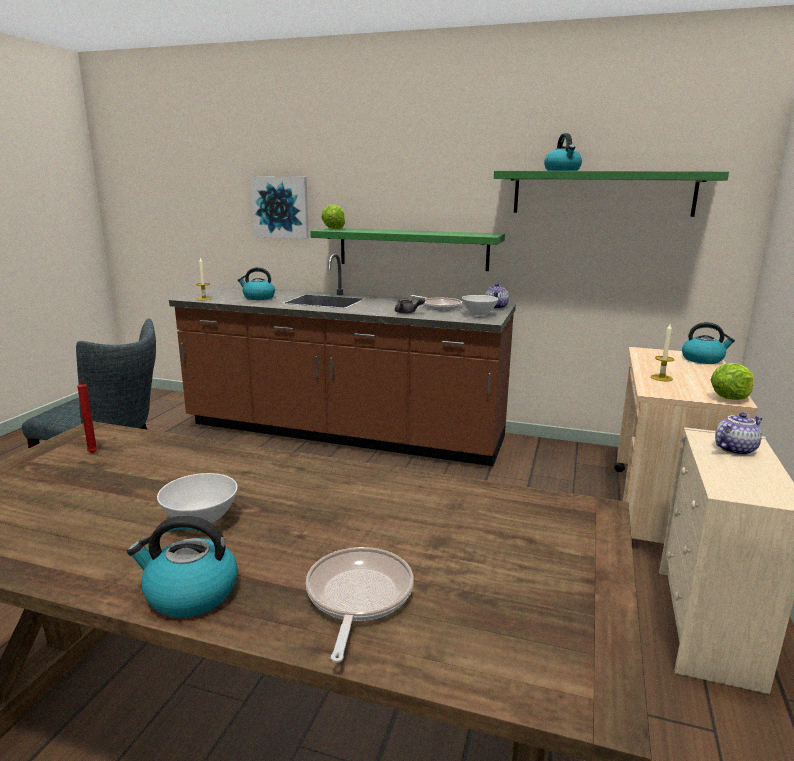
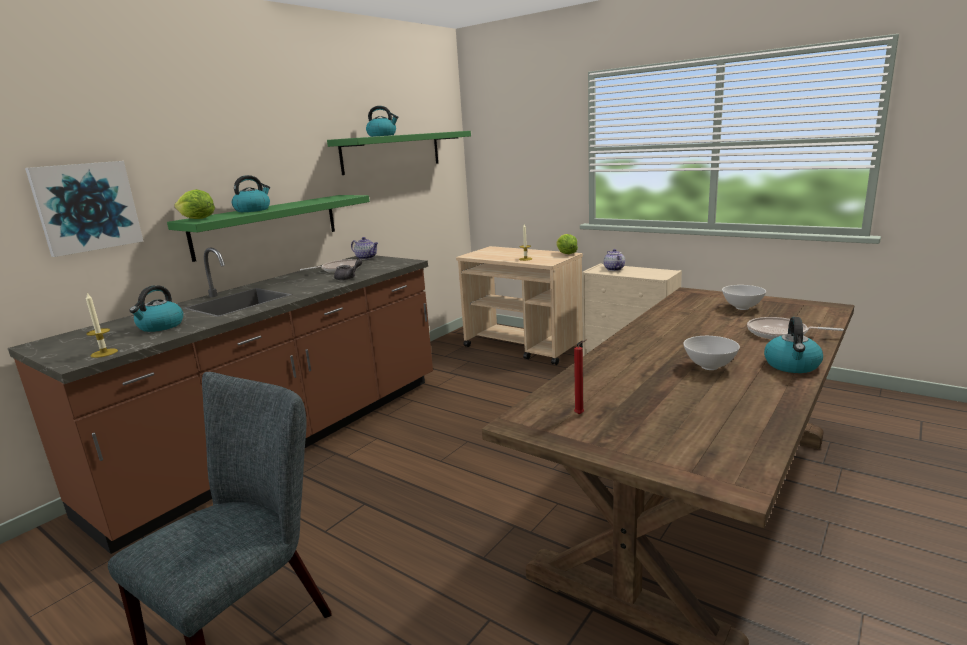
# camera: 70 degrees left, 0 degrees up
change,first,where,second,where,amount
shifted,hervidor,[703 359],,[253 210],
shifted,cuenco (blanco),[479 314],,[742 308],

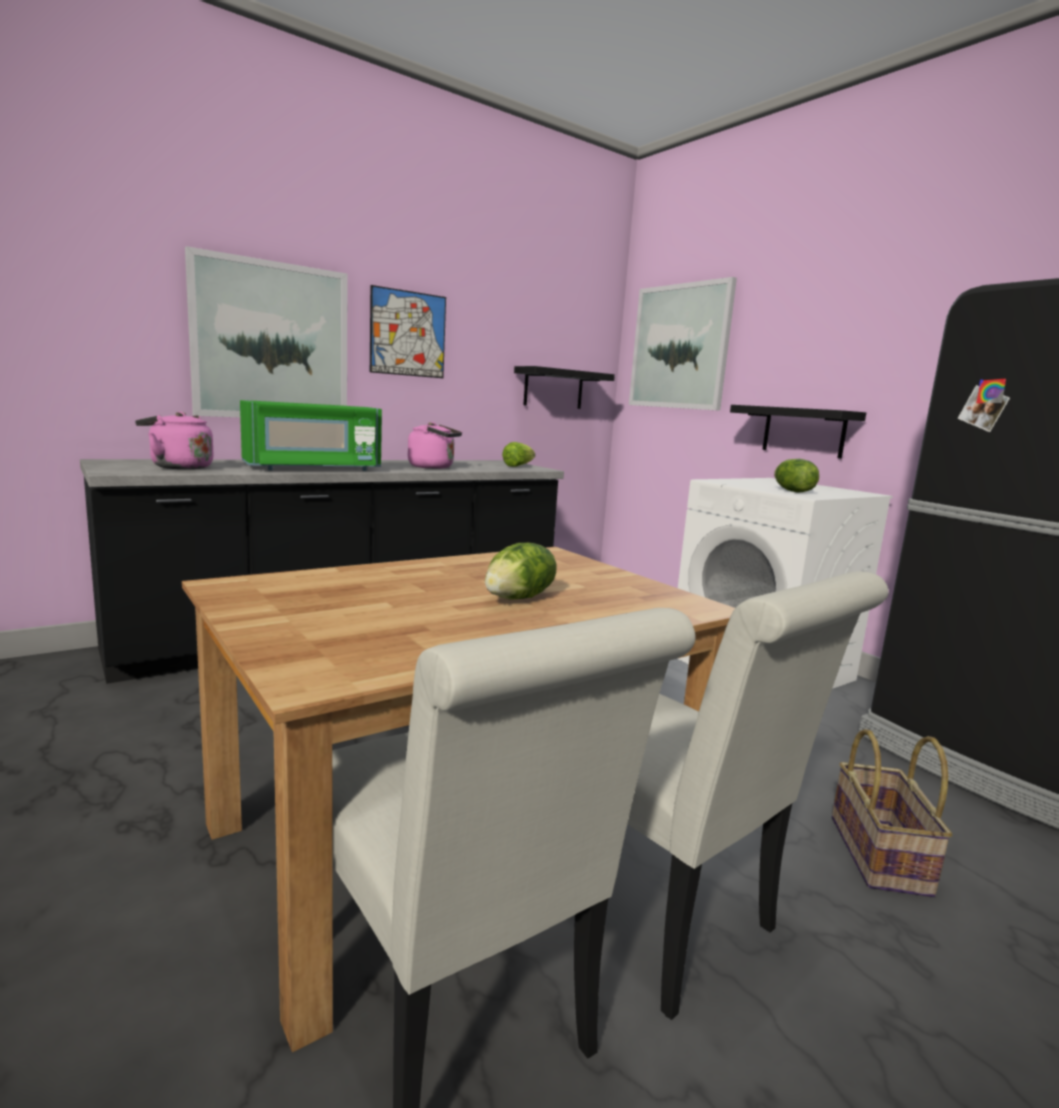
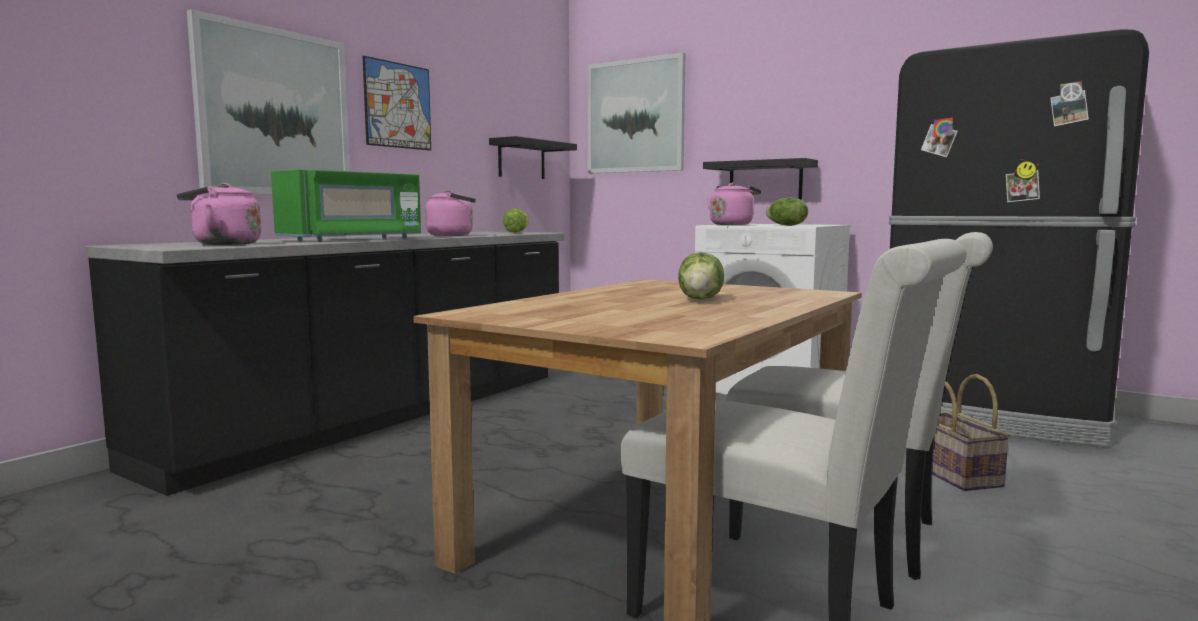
# camera: 20 degrees left, 5 degrees down
change,first,where,second,where,amount
new,,,hervidor (rosa),[732 224],

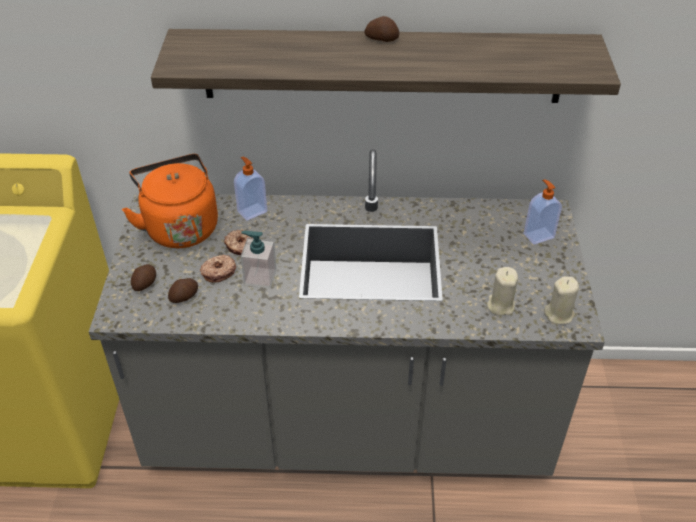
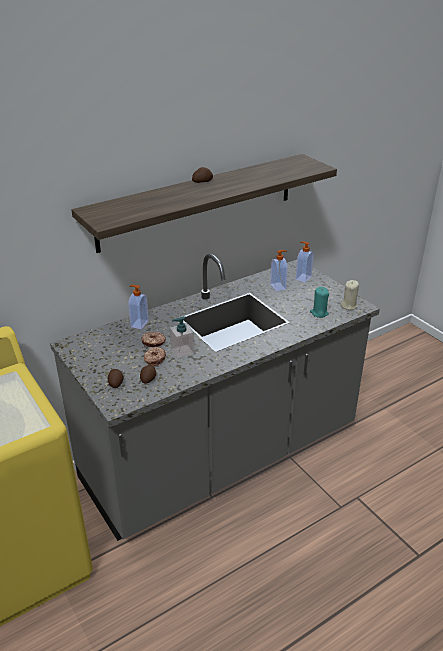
# camera: 35 degrees left, 10 degrees down
change,first,where,second,where,amount
new,,,dispensador de jabón,[278 286],
repainted,vela (beis),[500 305],vela (turquesa),[319 313],
gone,hervidor (naranja),[180 226],,,

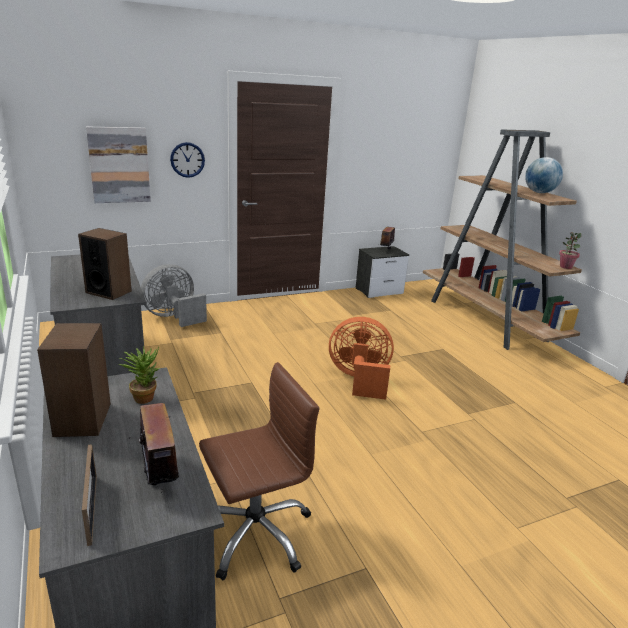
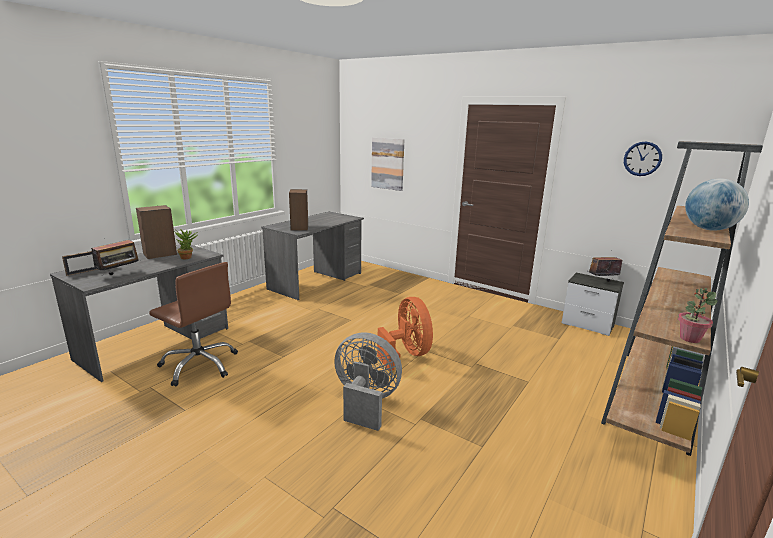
# camera: 60 degrees right, 5 degrees down
change,first,where,second,where,amount
shifted,ventilador (gris),[174 317],,[365 402],
shifted,reloj de pared,[187 160],,[642 159],

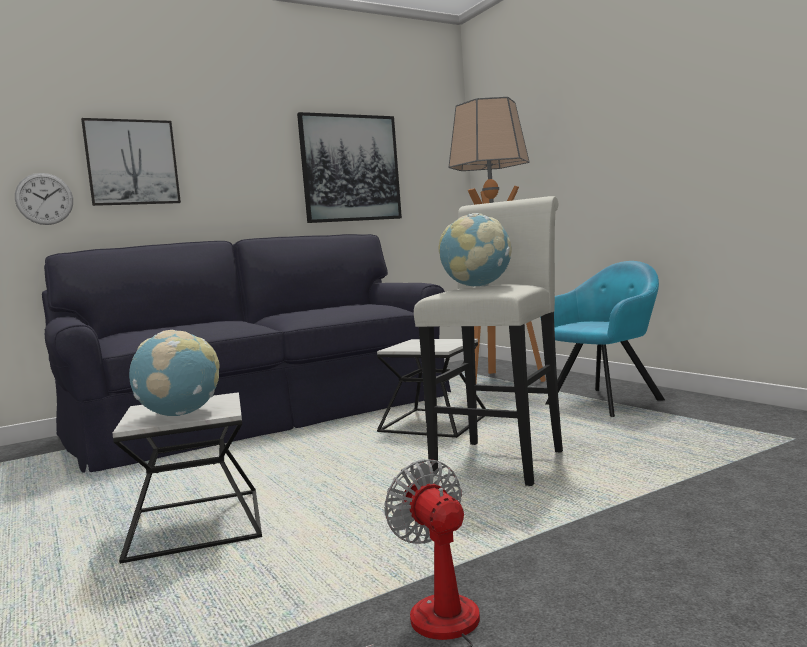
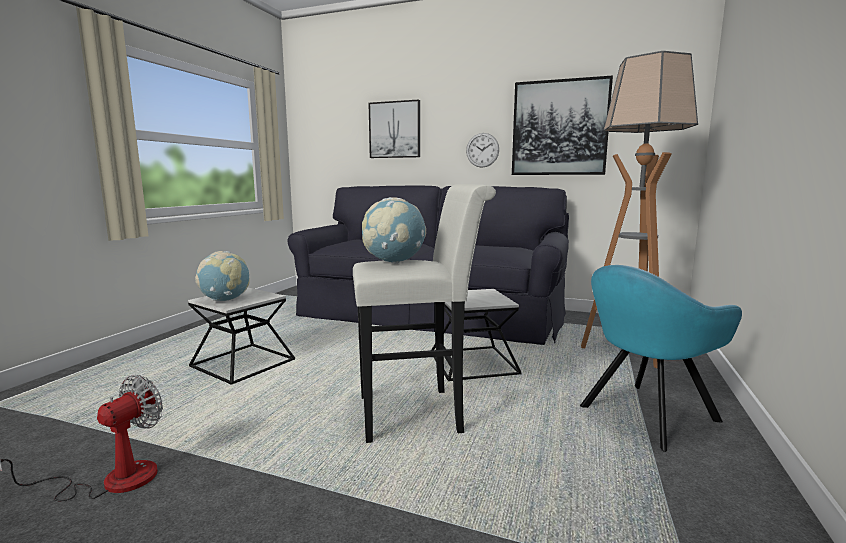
# camera: 50 degrees right, 5 degrees up
change,first,where,second,where,amount
shifted,reloj de pared,[44 199],,[482 150],
rotated,sillón (turquesa),[607 401],,[644 415],135 degrees clockwise

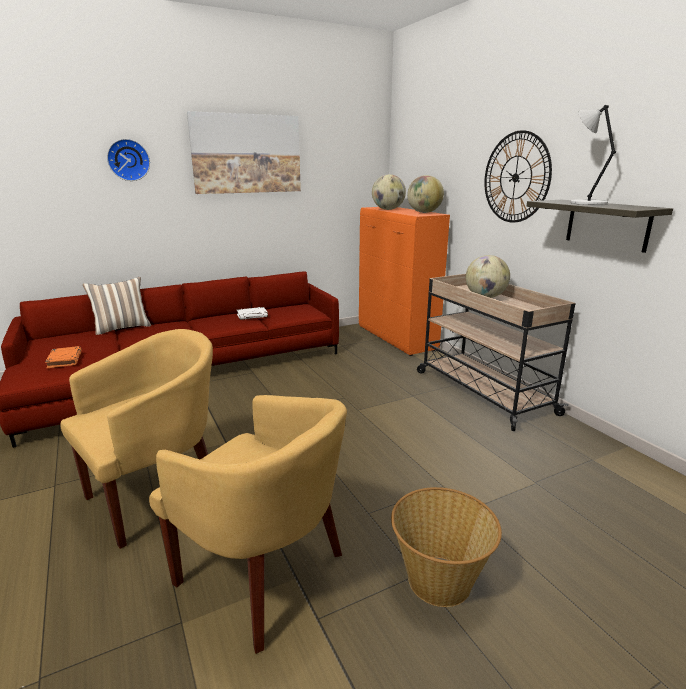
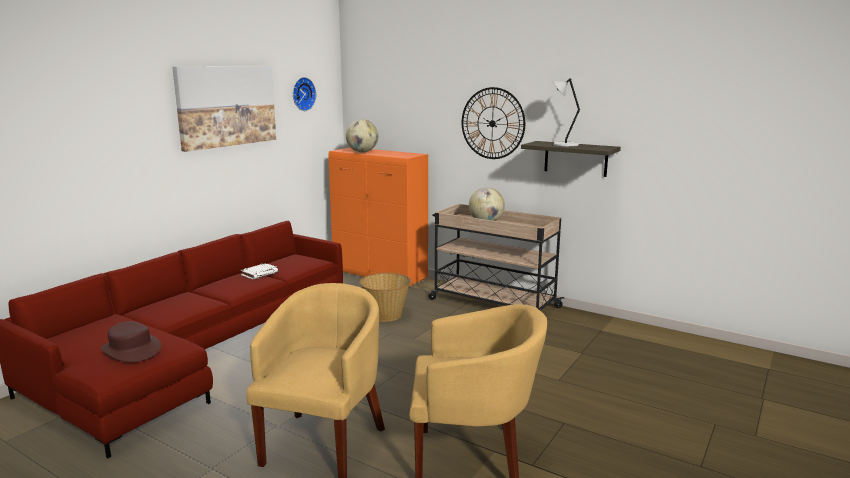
# camera: 30 degrees left, 5 degrees down
change,first,where,second,where,amount
swapped,libro (naranja),[64 360],sombrero (marrón),[131 350],
shifted,reloj de pared,[128 160],,[302 94],
shifted,cesta,[439 579],,[386 315],
gone,cojín,[122 328],,,
gone,globo terráqueo,[424 212],,,

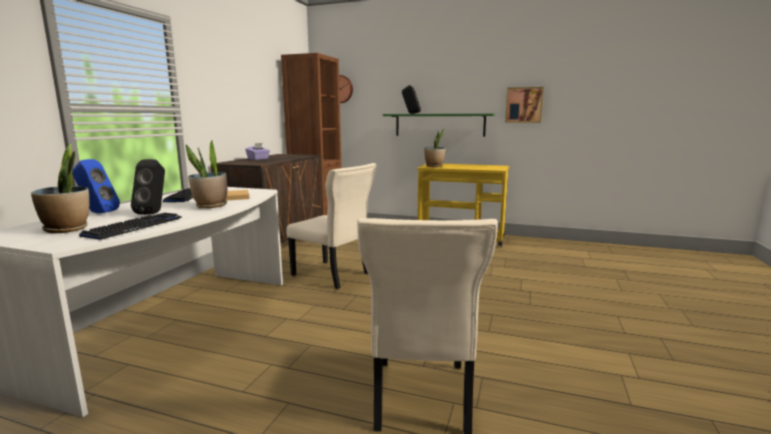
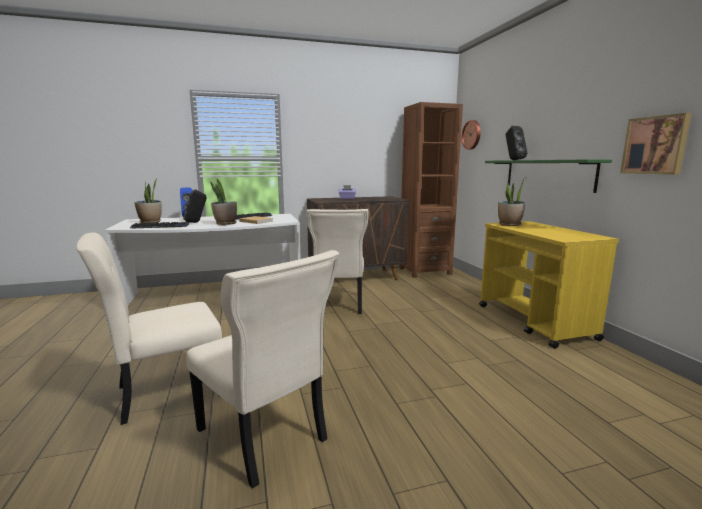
# camera: 55 degrees right, 0 degrees up
change,first,where,second,where,amount
new,,,silla (beis),[264 437],

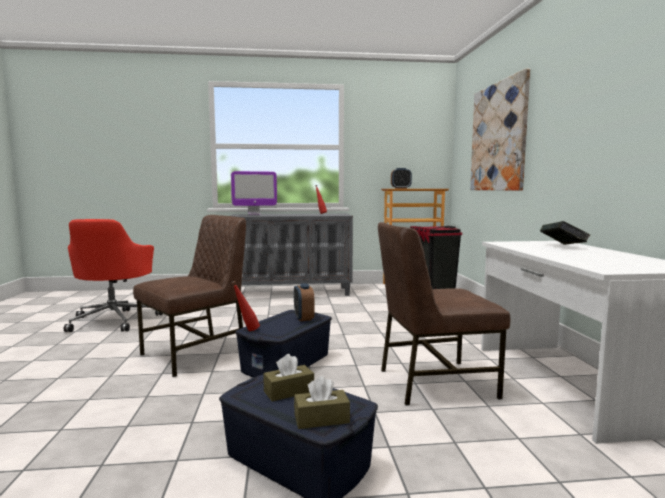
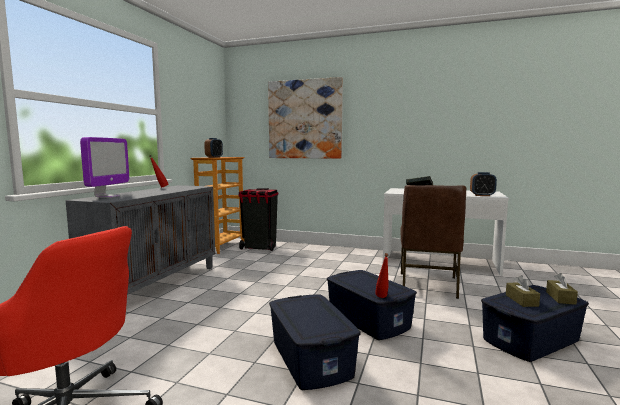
# camera: 65 degrees left, 0 degrees up
change,first,where,second,where,amount
swapped,silla (marrón),[196 353],caja de almacenaje (azul),[311 358],
shifted,despertador,[303 318],,[482 195],

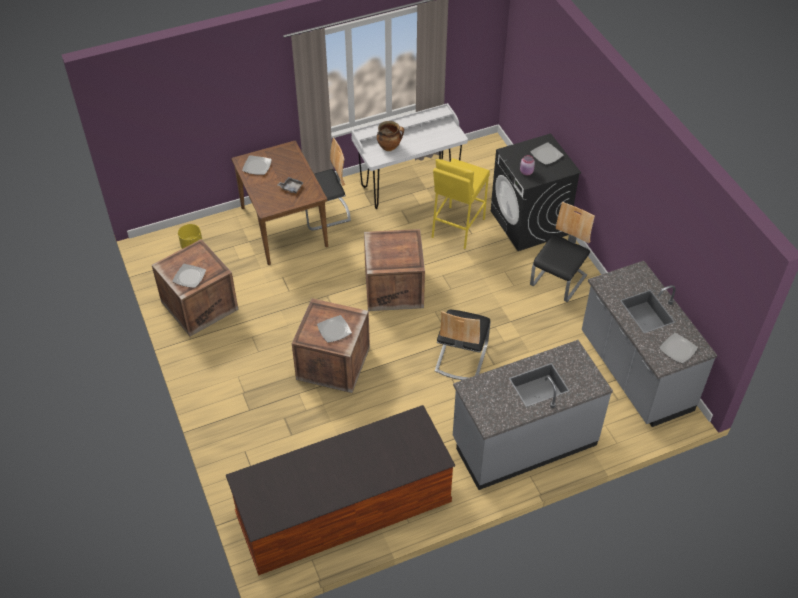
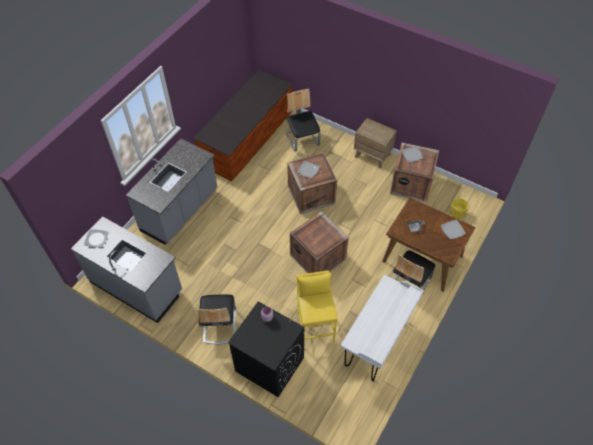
# camera: 145 degrees right, 5 degrees up
change,first,where,second,where,amount
shifted,silla,[461 357],,[302 139],
new,,,mesita de noche (marrón),[373 155],
gone,olla,[389 147],,,
gone,plato,[546 154],,,

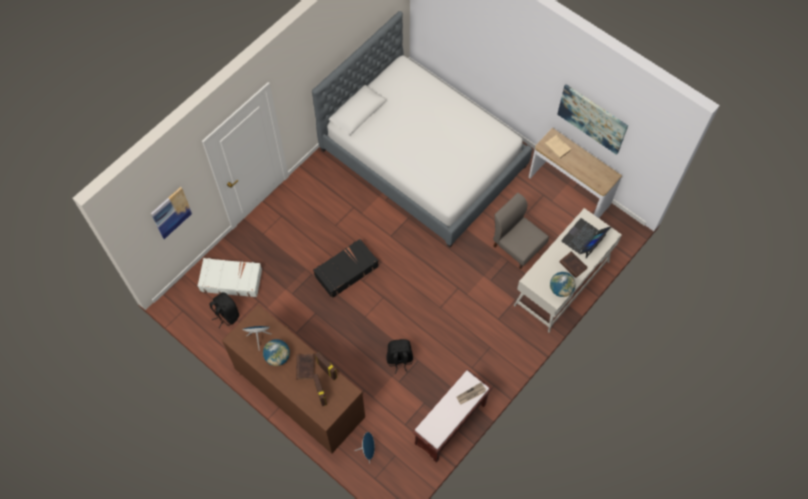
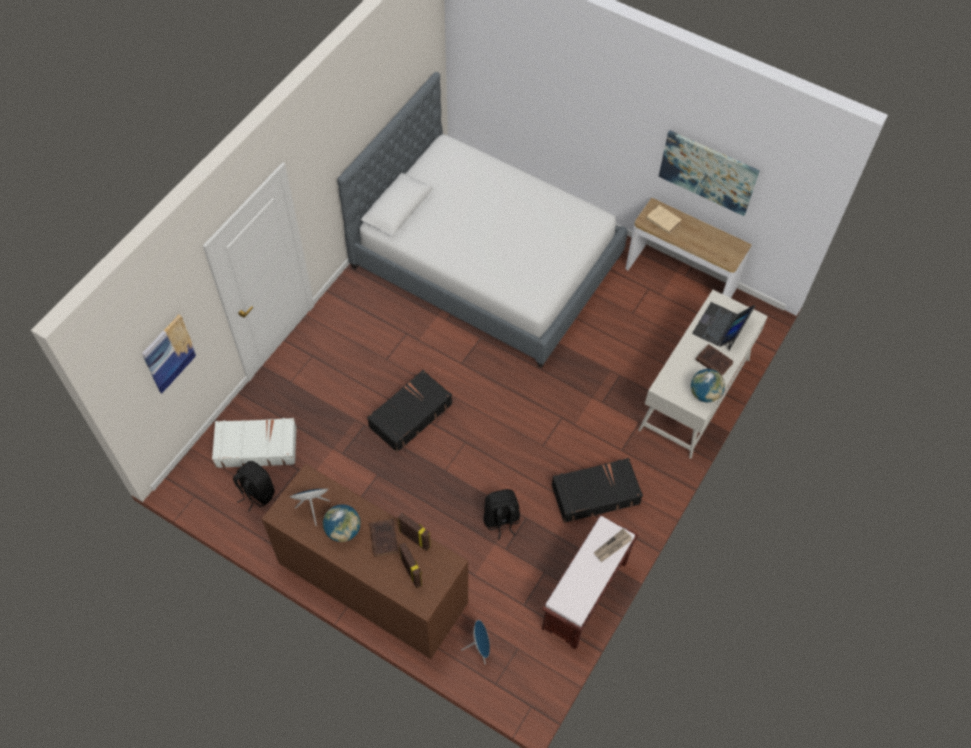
# camera: 10 degrees left, 5 degrees down
change,first,where,second,where,amount
new,,,maleta (negro),[595 494],
gone,silla (gris),[517 246],,,

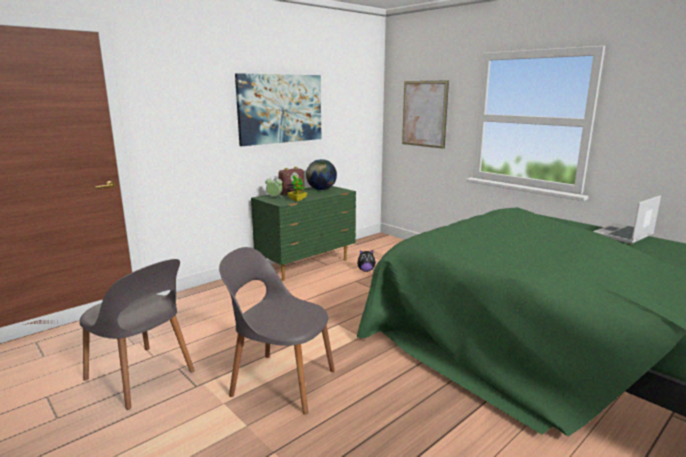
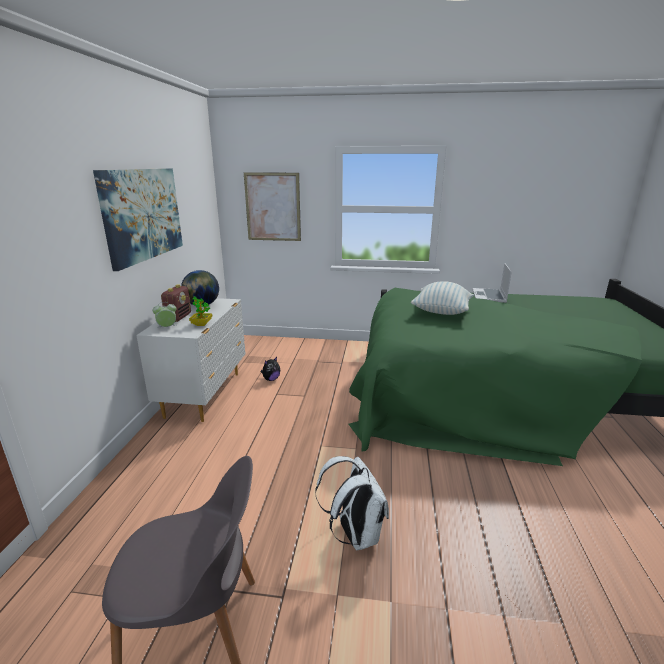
# camera: 40 degrees left, 5 degrees up
change,first,where,second,where,amount
repainted,cómoda (verde),[307 265],cómoda (blanco),[205 394],
swapped,silla (gris),[281 381],mochila (blanco),[355 534],
new,,,cojín,[441 313],

